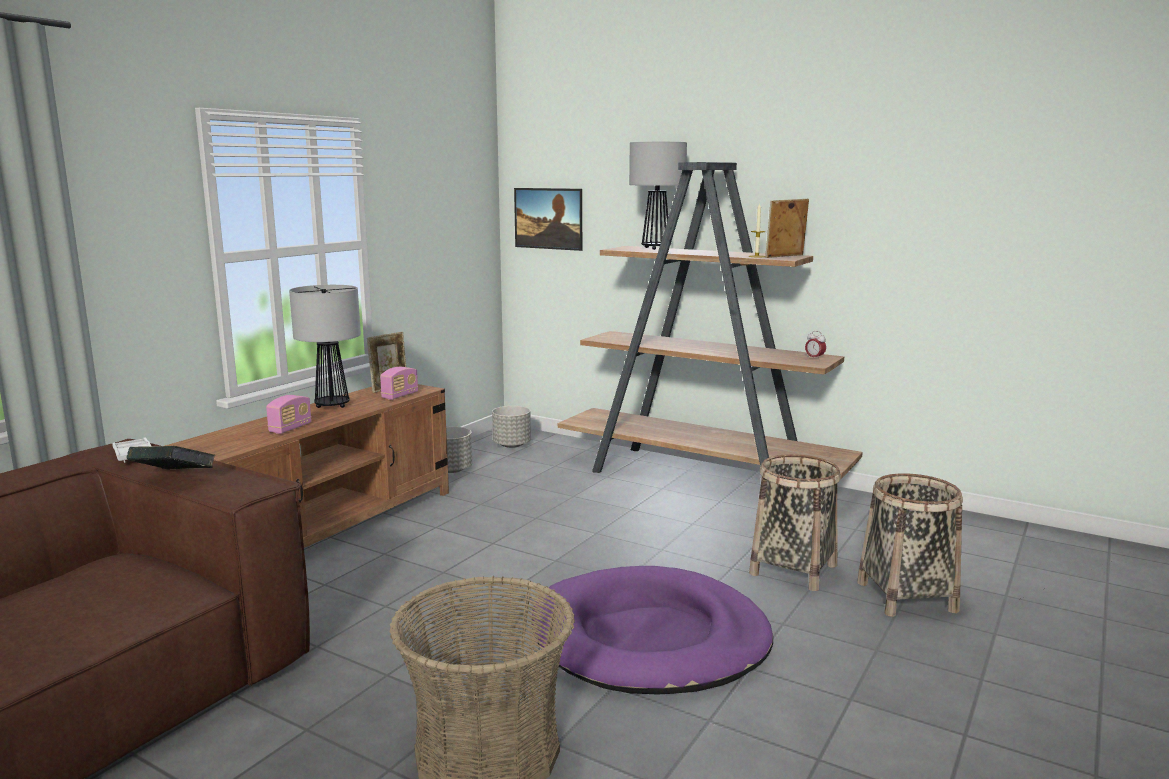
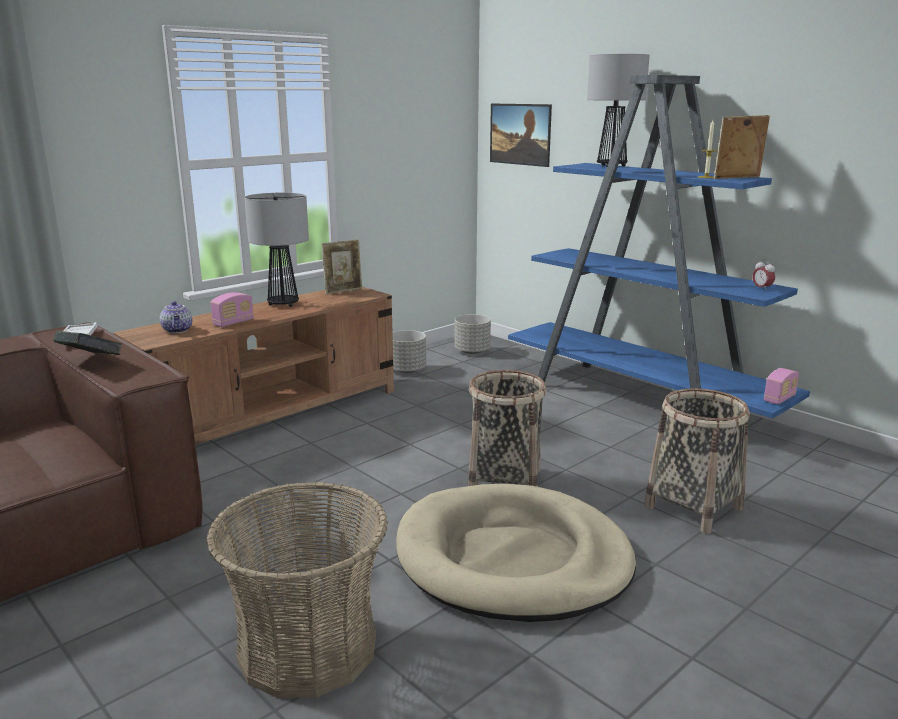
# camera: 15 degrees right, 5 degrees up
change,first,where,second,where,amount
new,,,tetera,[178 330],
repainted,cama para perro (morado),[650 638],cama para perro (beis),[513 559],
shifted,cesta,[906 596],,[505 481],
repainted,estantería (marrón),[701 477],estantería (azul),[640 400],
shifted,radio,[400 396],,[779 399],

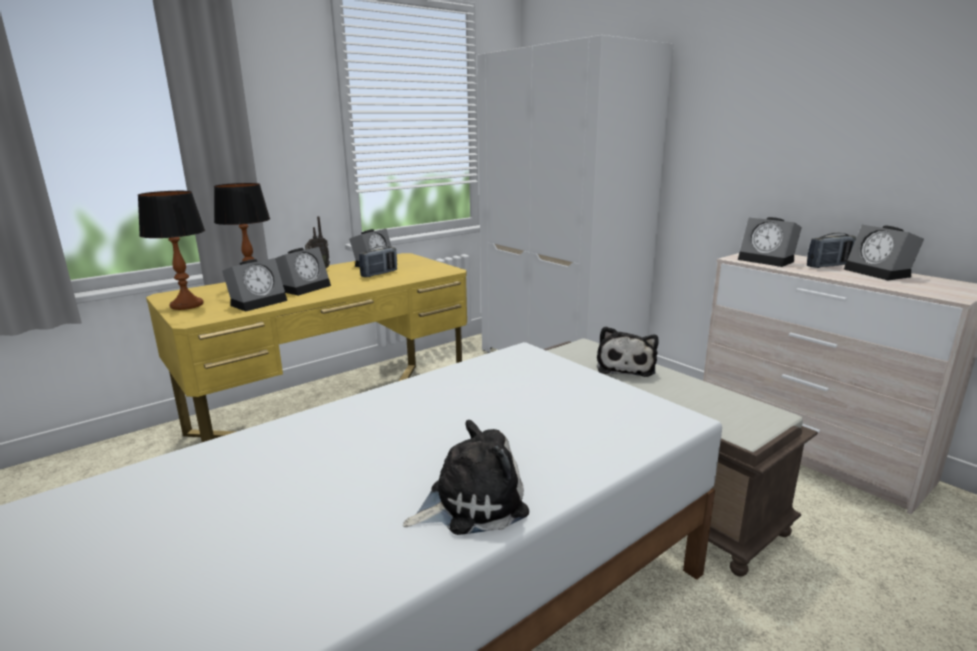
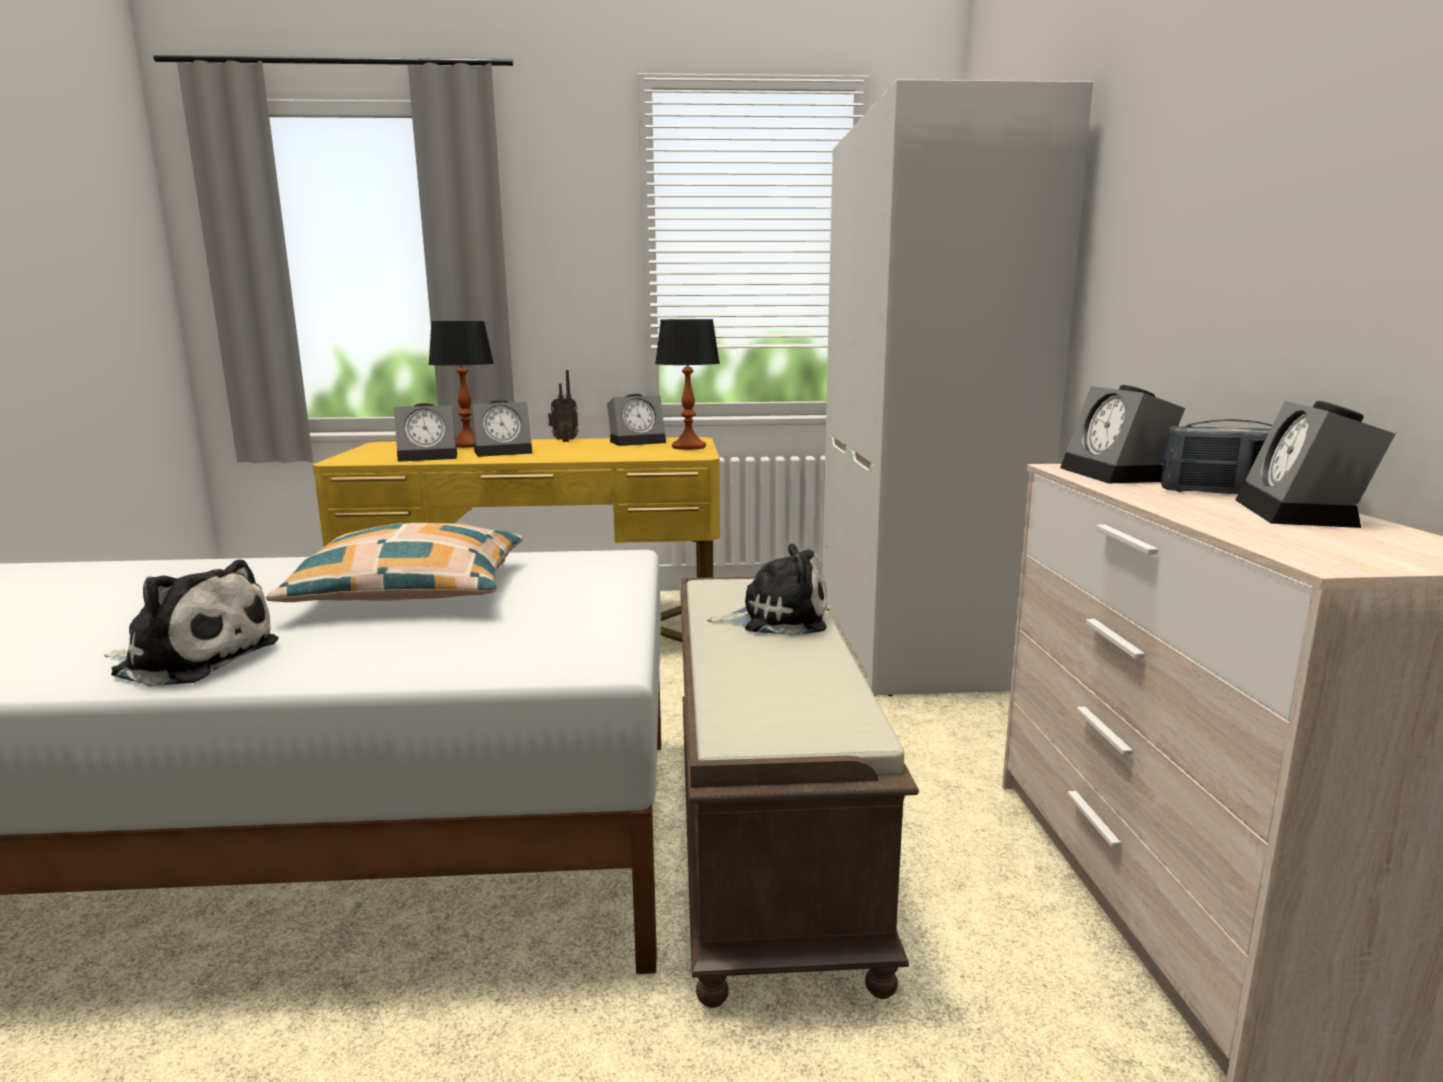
# camera: 35 degrees right, 5 degrees down
change,first,where,second,where,amount
new,,,cojín,[413 591],
shifted,lámpara de mesa,[187 305],,[689 447],
rotated,peluche,[625 367],,[777 619],135 degrees counterclockwise
gone,radio,[379 274],,,

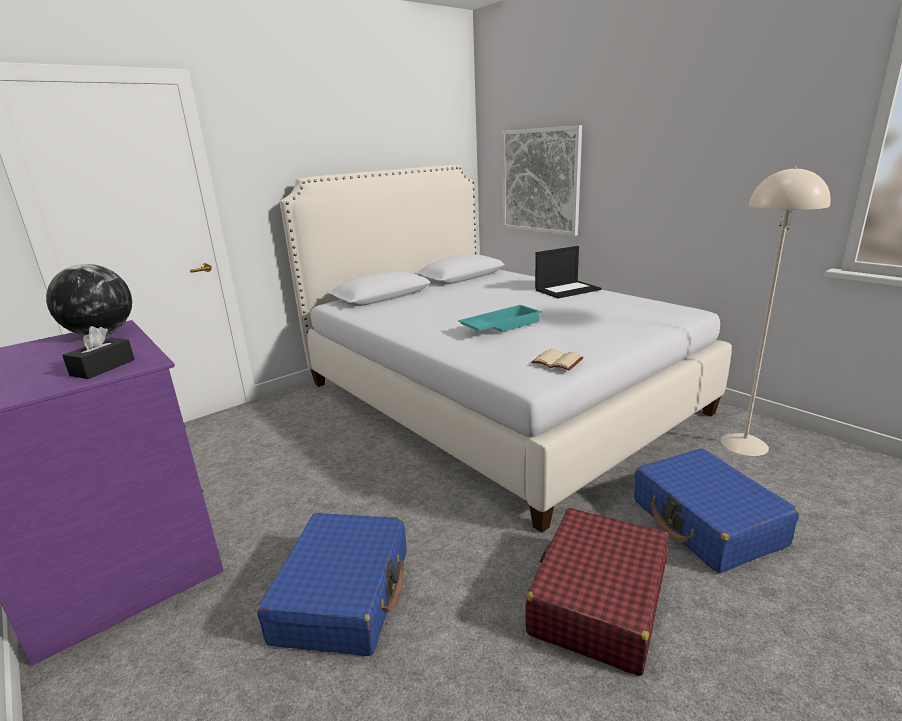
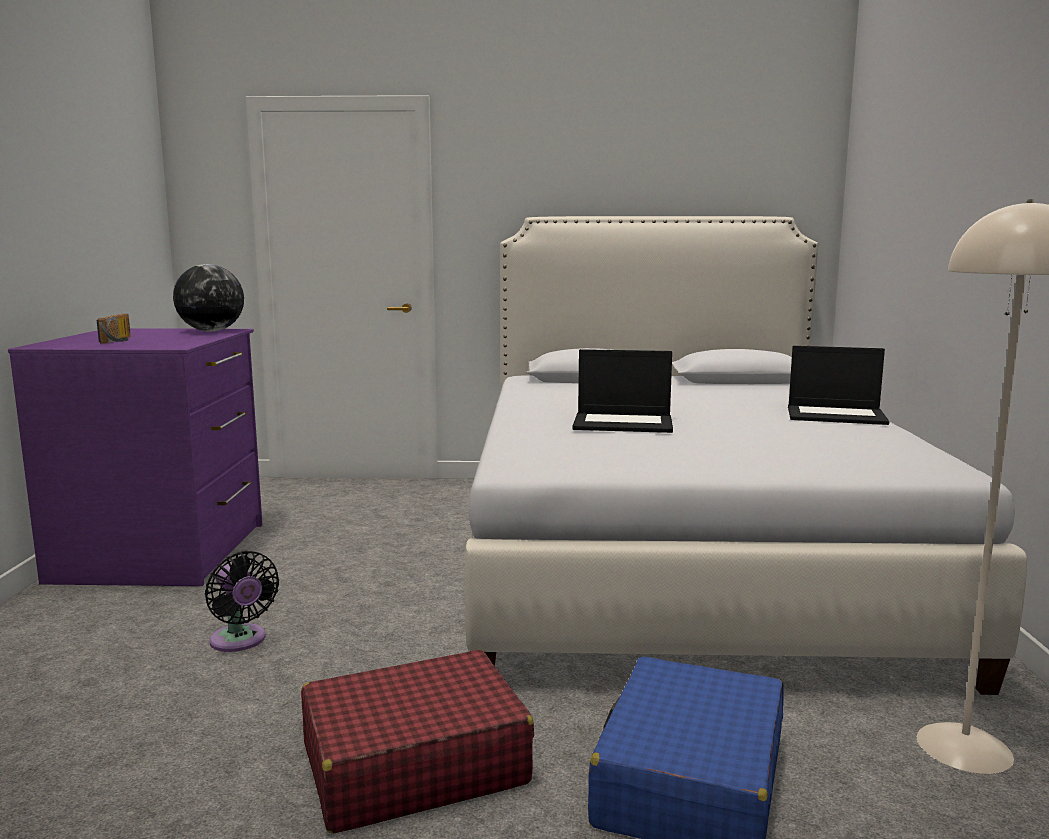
# camera: 40 degrees right, 10 degrees down
change,first,where,second,where,amount
new,,,radio,[120 340],
swapped,maleta (azul),[344 595],ventilador (negro),[240 641],
swapped,bandeja (turquesa),[500 325],portátil,[624 423],
gone,caja de pañuelos (negro),[103 367],,,
gone,cuadro,[540 181],,,
gone,libro (beis),[556 362],,,

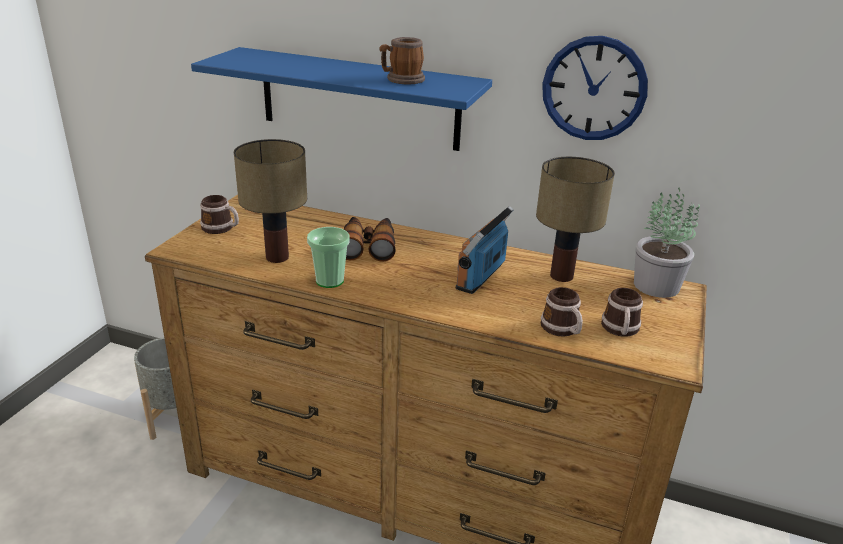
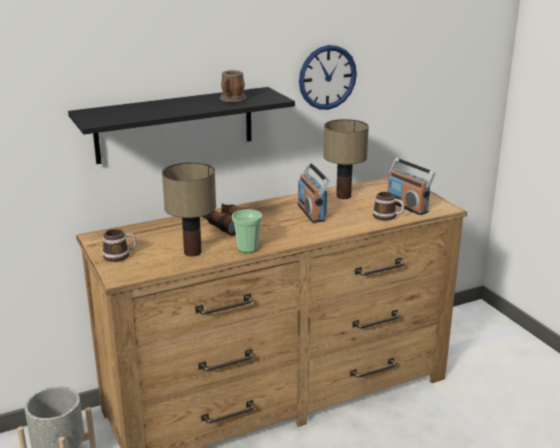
# camera: 45 degrees left, 5 degrees down
change,first,where,second,where,amount
repainted,estante (azul),[359 99],estante (negro),[175 125],
swapped,taza grande,[620 330],radio,[407 206],
gone,planta en maceta,[655 285],,,

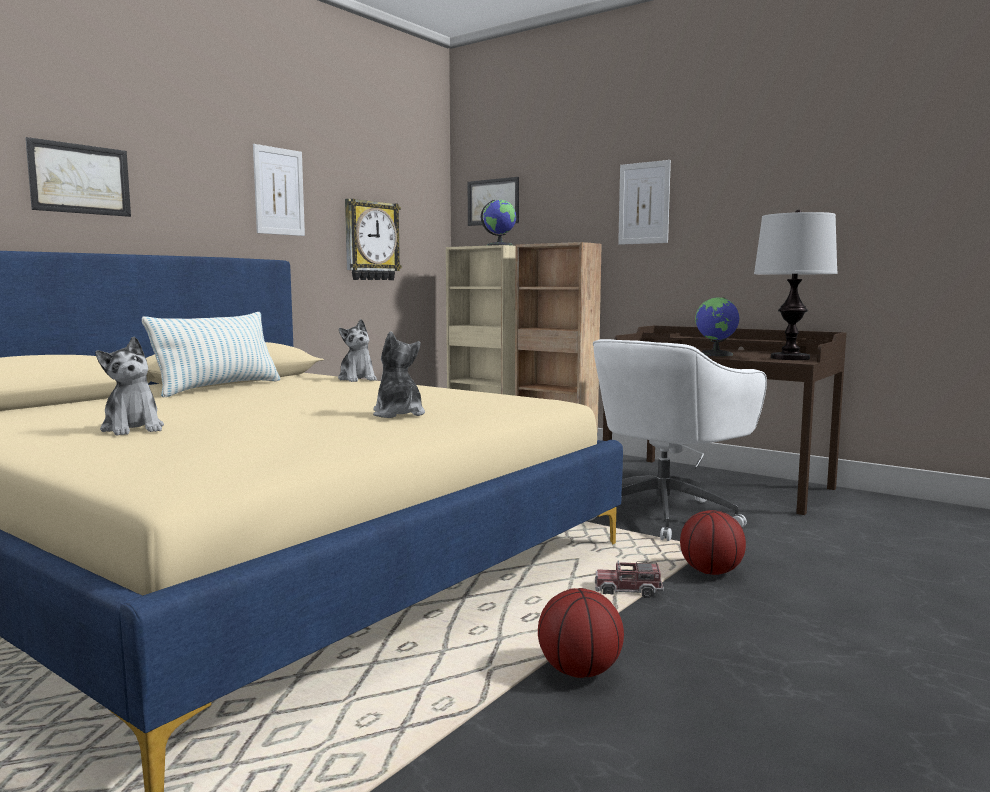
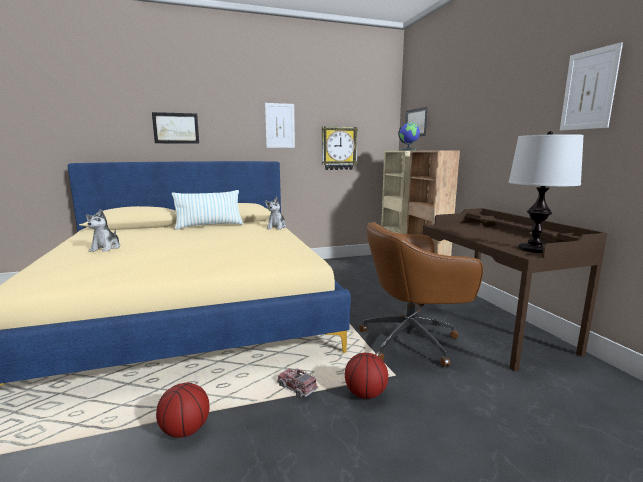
# camera: 35 degrees right, 5 degrees up
change,first,where,second,where,amount
repainted,silla de oficina (blanco),[665 515],silla de oficina (marrón),[412 341],
shifted,cuadro,[644 203],,[589 90],
gone,peluche,[398 414],,,
gone,globo terráqueo,[716 354],,,

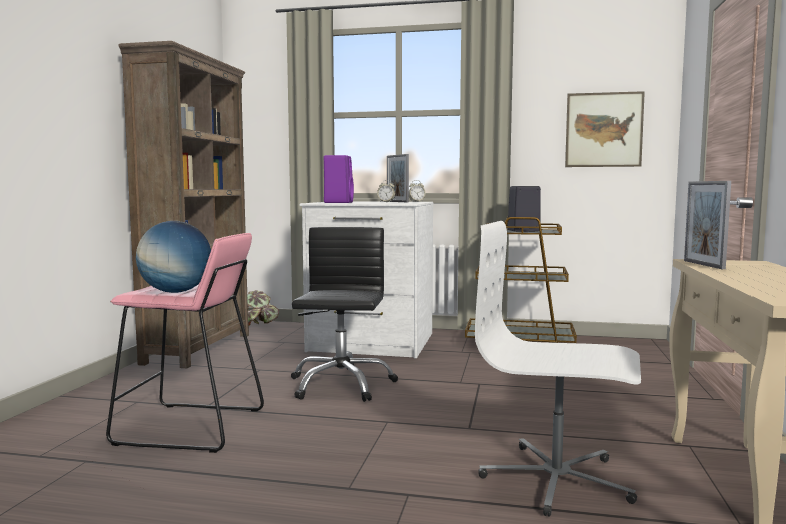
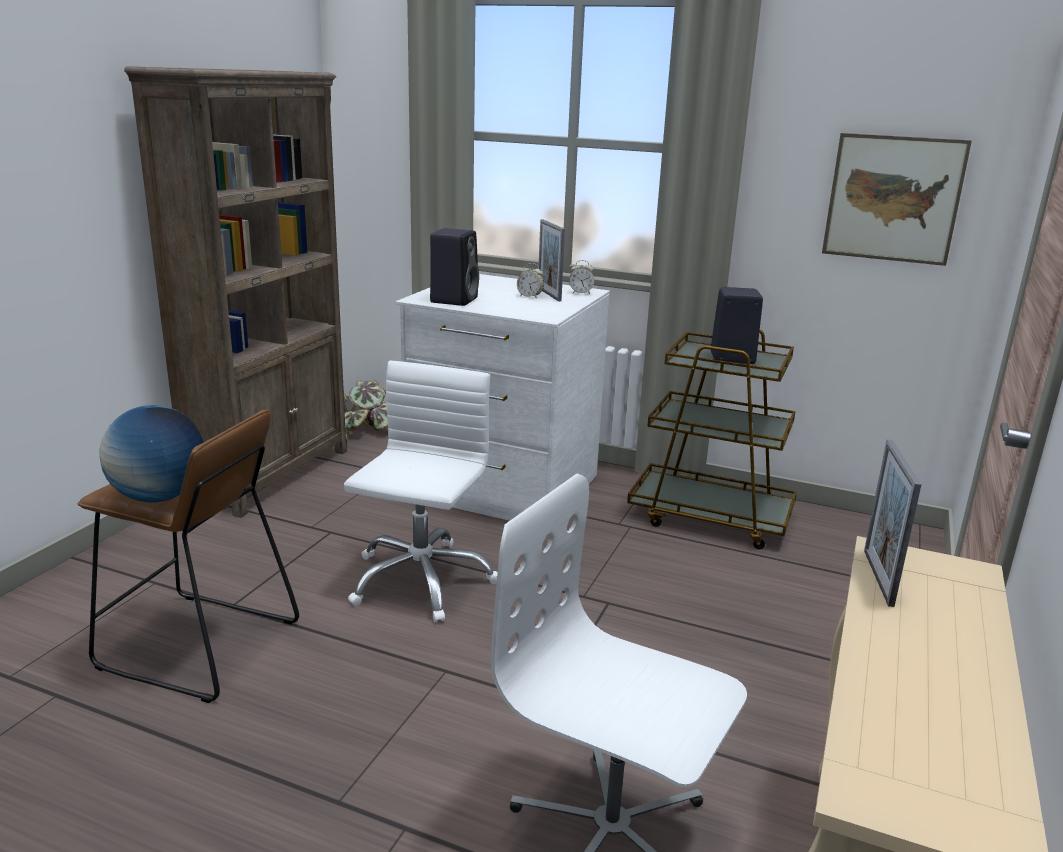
# camera: 10 degrees right, 15 degrees up
change,first,where,second,where,amount
repainted,taburete (rosa),[190 427],taburete (marrón),[198 645],
repainted,silla de oficina (negro),[340 384],silla de oficina (blanco),[420 580],
repainted,altavoz (morado),[338 202],altavoz (negro),[454 300],

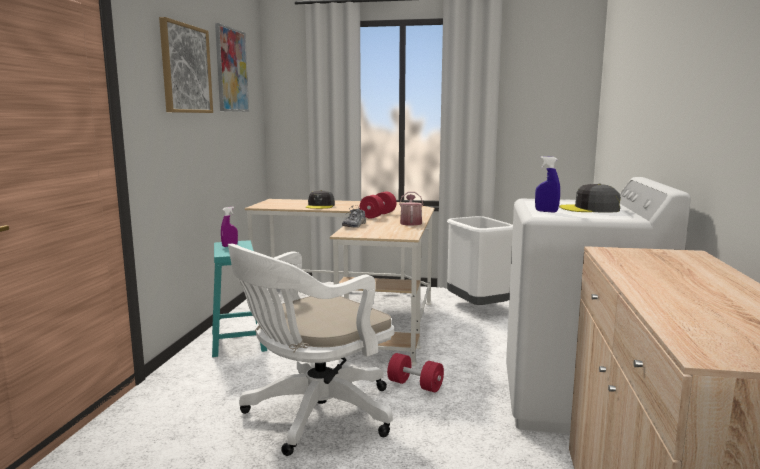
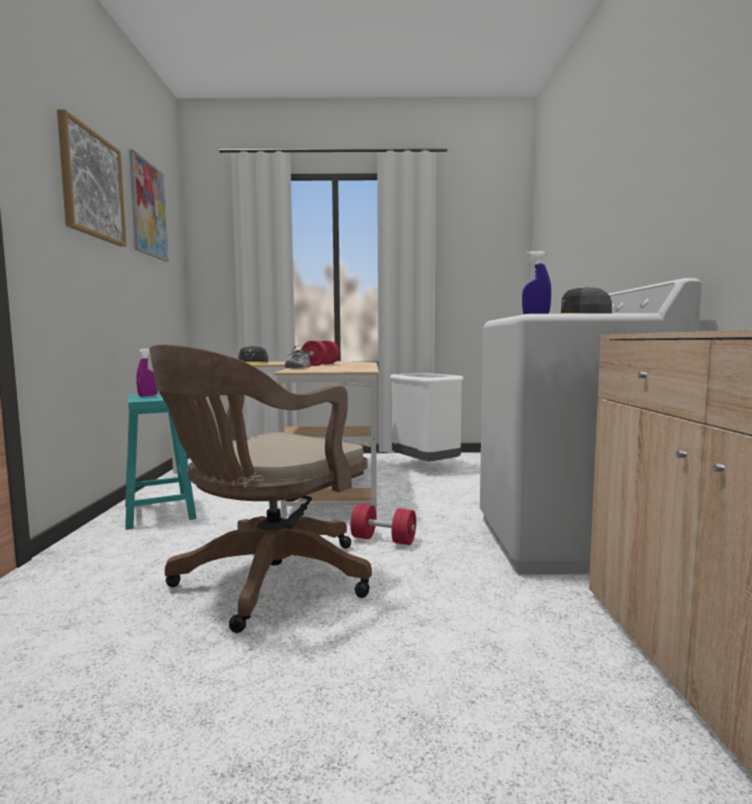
# camera: 10 degrees left, 5 degrees down
change,first,where,second,where,amount
repainted,silla de oficina (blanco),[314 415],silla de oficina (marrón),[266 581],
gone,regadera,[410 222],,,

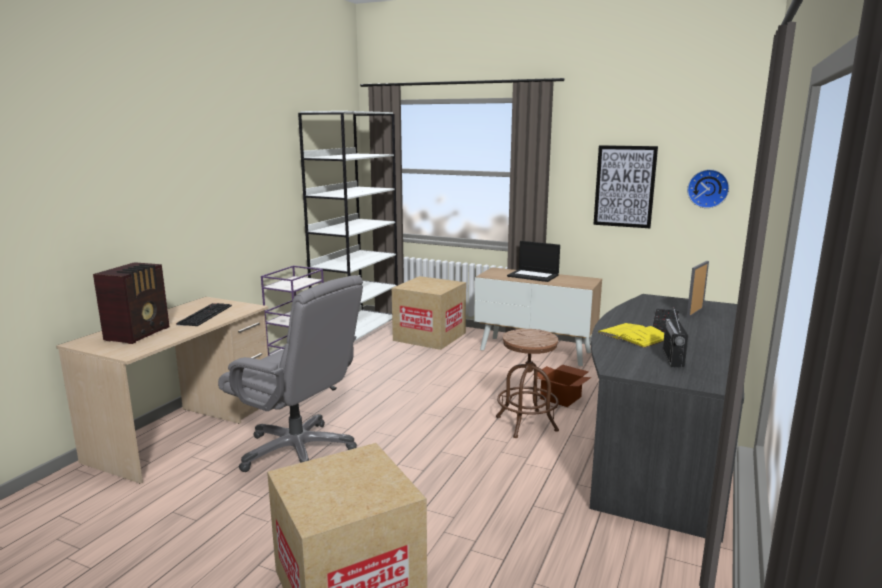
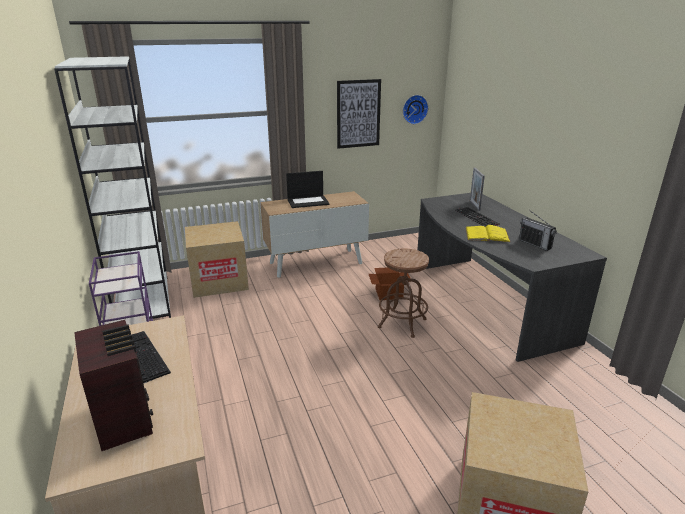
# camera: 45 degrees left, 10 degrees up
change,first,where,second,where,amount
gone,silla de oficina (gris),[298 451],,,

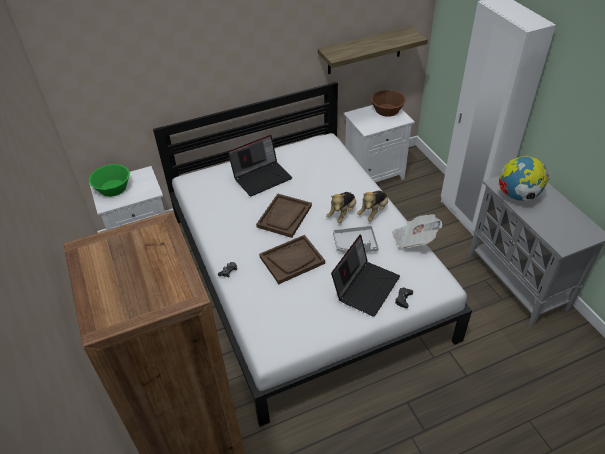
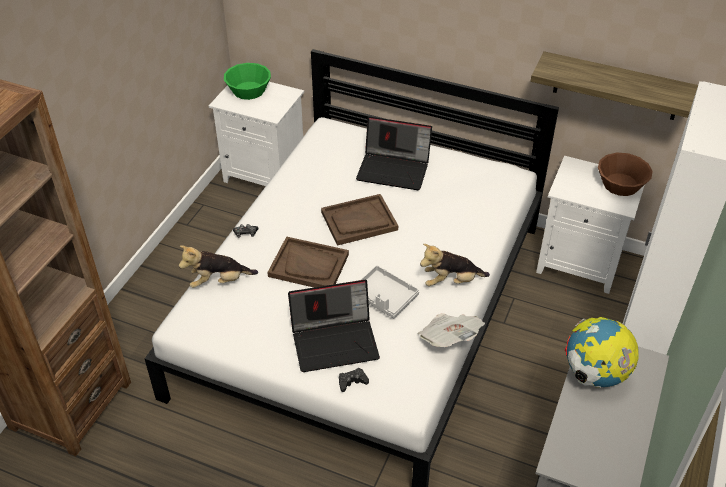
# camera: 45 degrees right, 0 degrees up
change,first,where,second,where,amount
shifted,peluche,[342 213],,[218 281],

